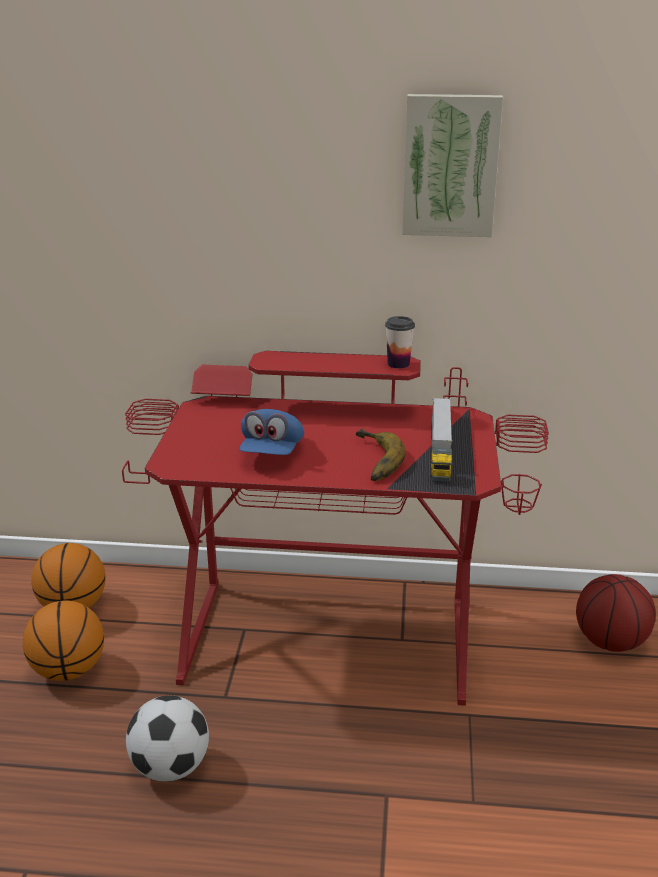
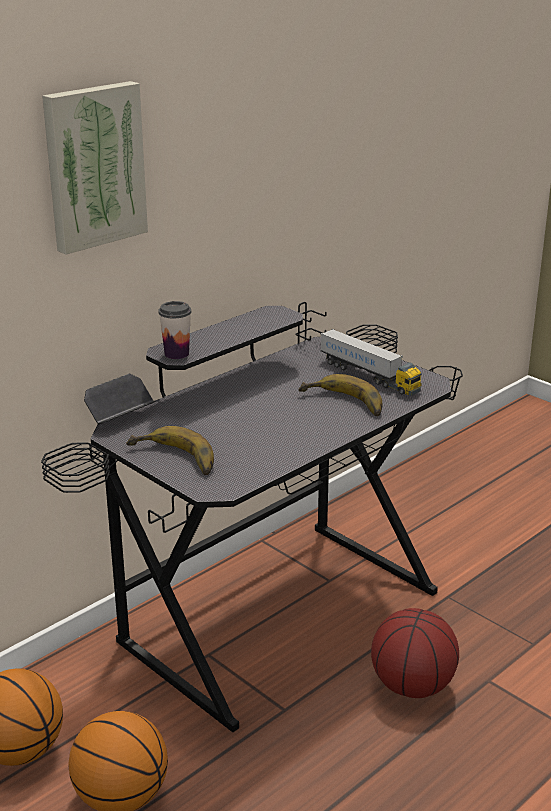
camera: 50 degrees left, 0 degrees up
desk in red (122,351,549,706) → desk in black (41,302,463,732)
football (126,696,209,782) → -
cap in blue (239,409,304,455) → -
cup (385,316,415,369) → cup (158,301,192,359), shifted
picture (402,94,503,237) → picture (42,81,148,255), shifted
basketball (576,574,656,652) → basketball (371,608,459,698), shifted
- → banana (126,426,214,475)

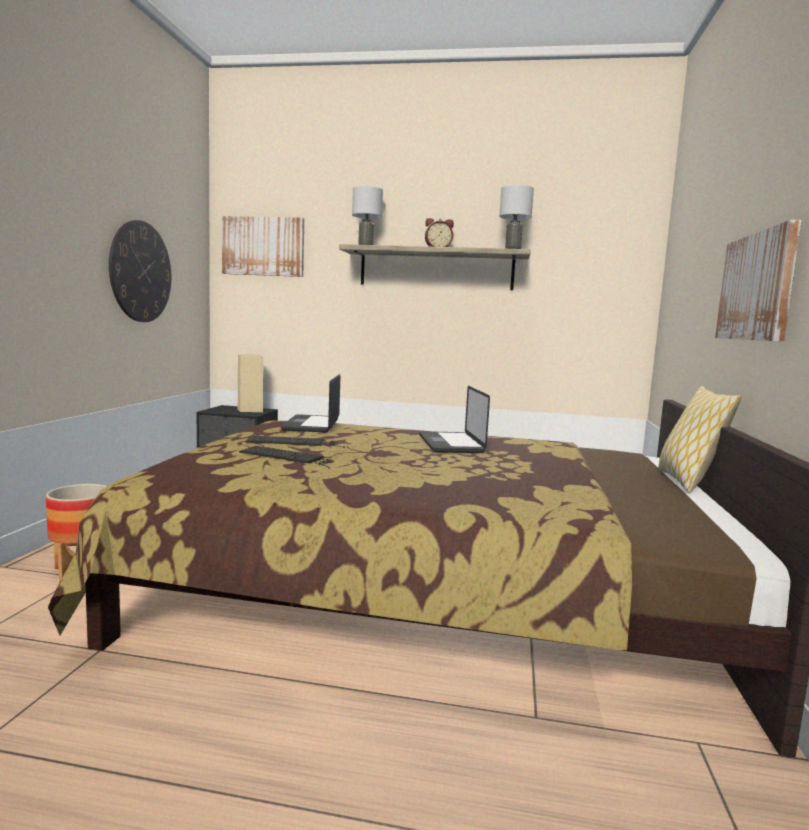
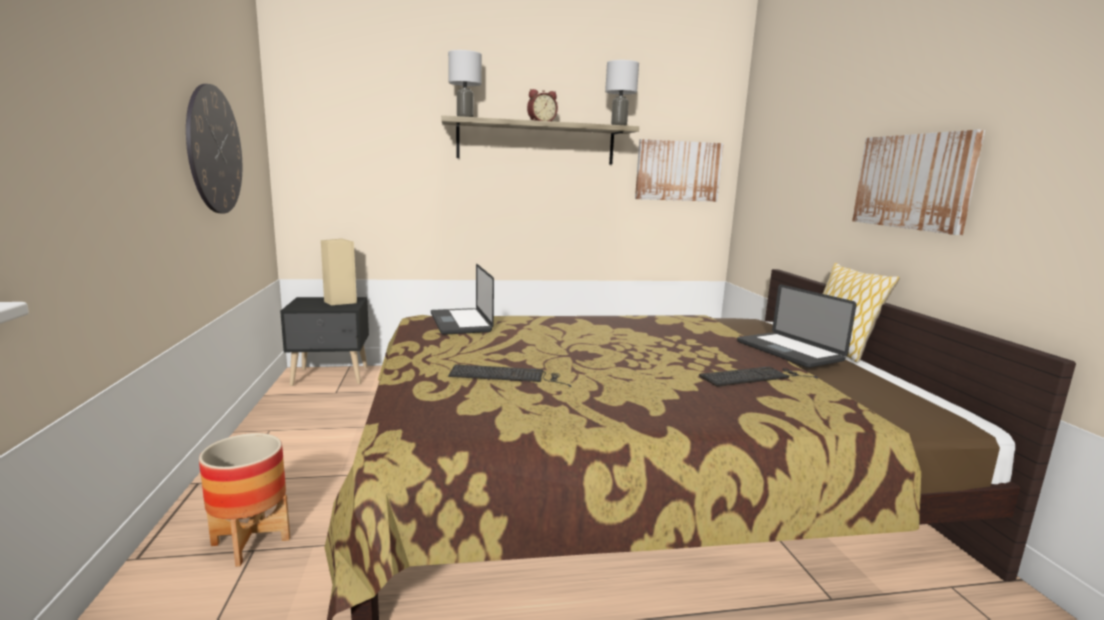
camera: 20 degrees left, 5 degrees up
picture (222,216,304,277) → picture (635,139,724,202), shifted
keyboard (245,436,345,448) → keyboard (699,366,818,387), shifted
laptop (419,386,490,453) → laptop (737,284,857,368), shifted

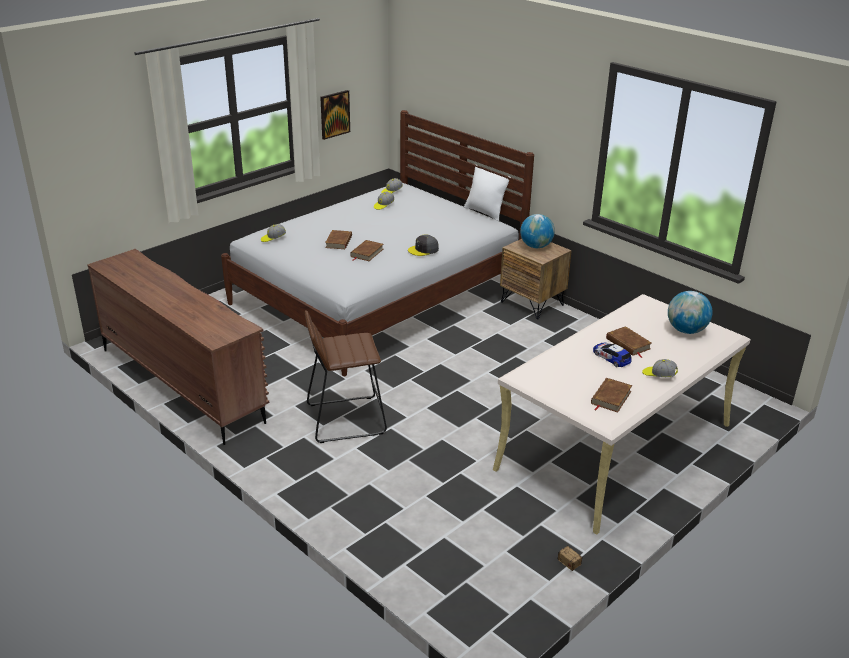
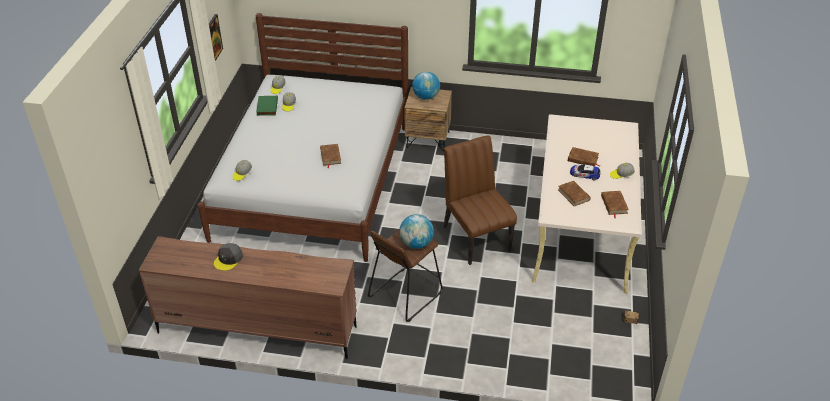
camera: 35 degrees left, 10 degrees up
book in brown (325,230,352,249) → book in brown (558,180,591,206), shifted
cap in grey (408,234,439,256) → cap in grey (214,243,243,271), shifted
pillow in white (464,165,511,221) → -
globe (668,291,712,334) → globe (399,214,434,249), shifted
- → book in green (256,95,278,116)
- → chair in brown (443,136,517,265)

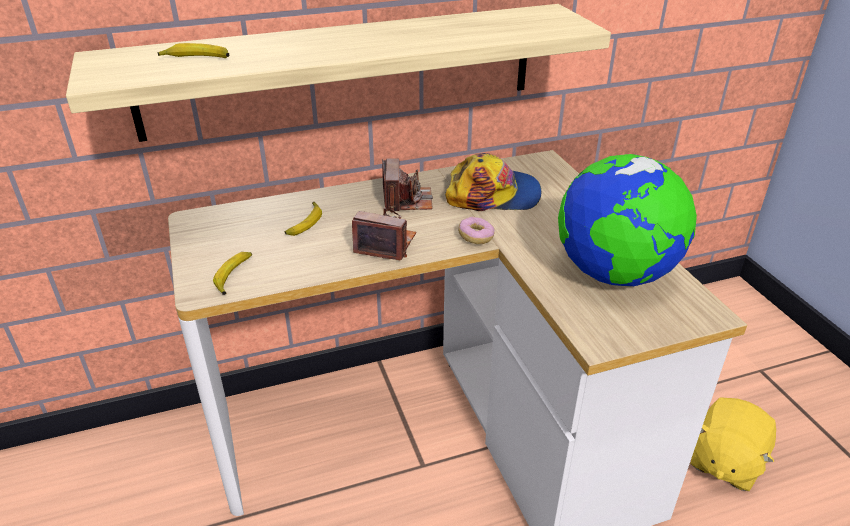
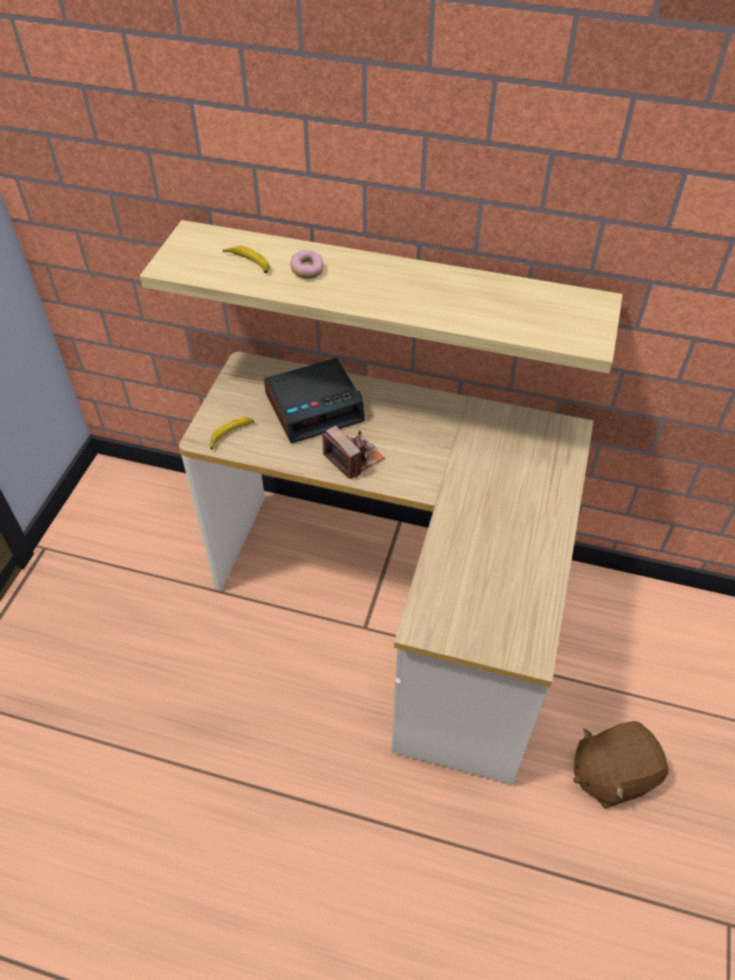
camera: 35 degrees right, 15 degrees up
banana (285,202,322,236) → alarm clock (264,358,365,443)
photo camera (382,158,433,213) → -
cap (445,153,541,211) → -
donut (458,217,495,244) → donut (290,250,324,279), shifted
globe (558,154,697,286) → -
plush toy in yellow (690,397,776,491) → plush toy in brown (573,721,669,809)

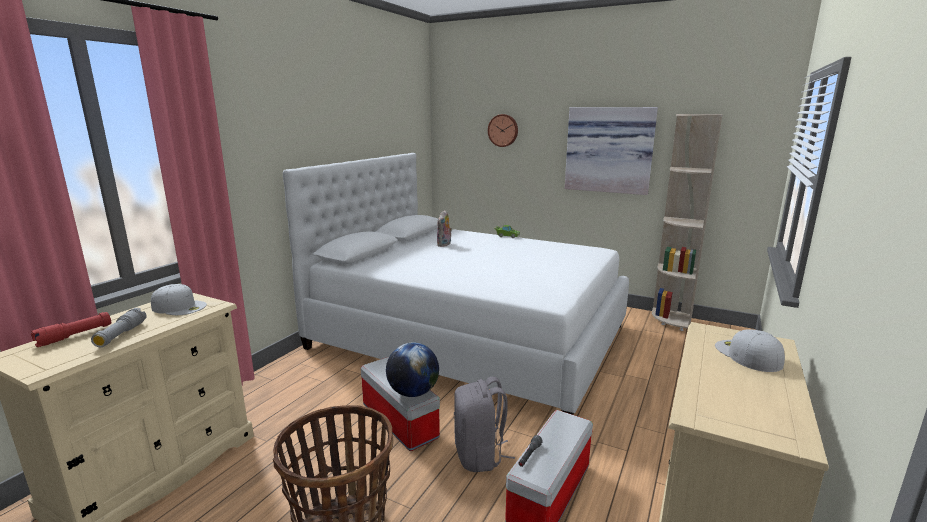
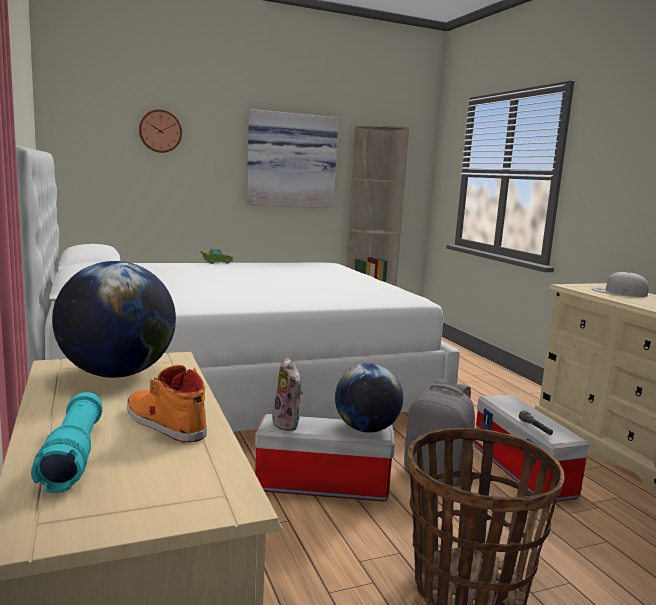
camera: 50 degrees left, 5 degrees down
flashlight in red (31,312,111,347) → flashlight in turquoise (31,392,103,493)
flashlight in grey (91,308,146,347) → shoe in orange (127,365,207,442)
cap in white (151,284,207,315) → globe (52,261,176,378)
plush toy (437,210,452,247) → plush toy (272,358,303,431), shifted

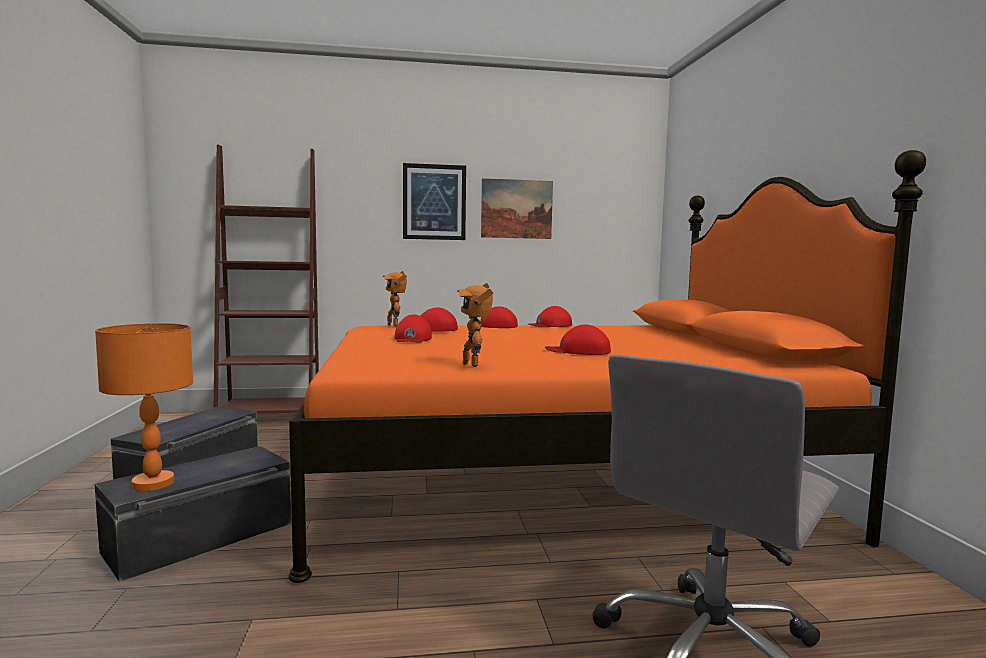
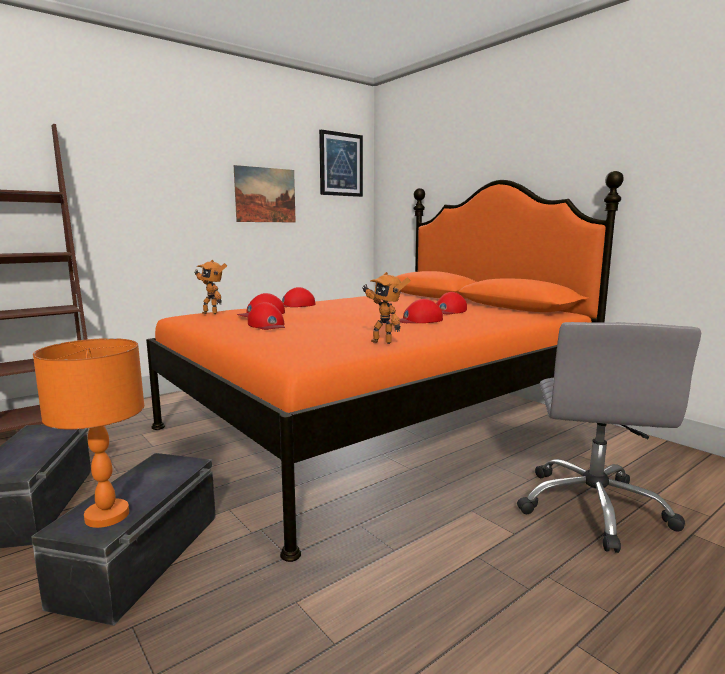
camera: 30 degrees left, 5 degrees up
picture (403,163,466,240) → picture (319,130,363,197), shifted
cap in red (528,306,572,327) → cap in red (436,292,467,315), shifted

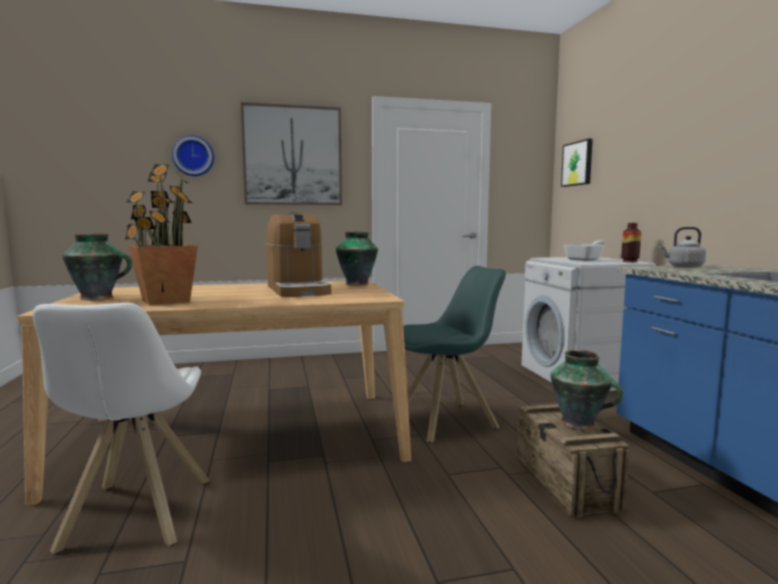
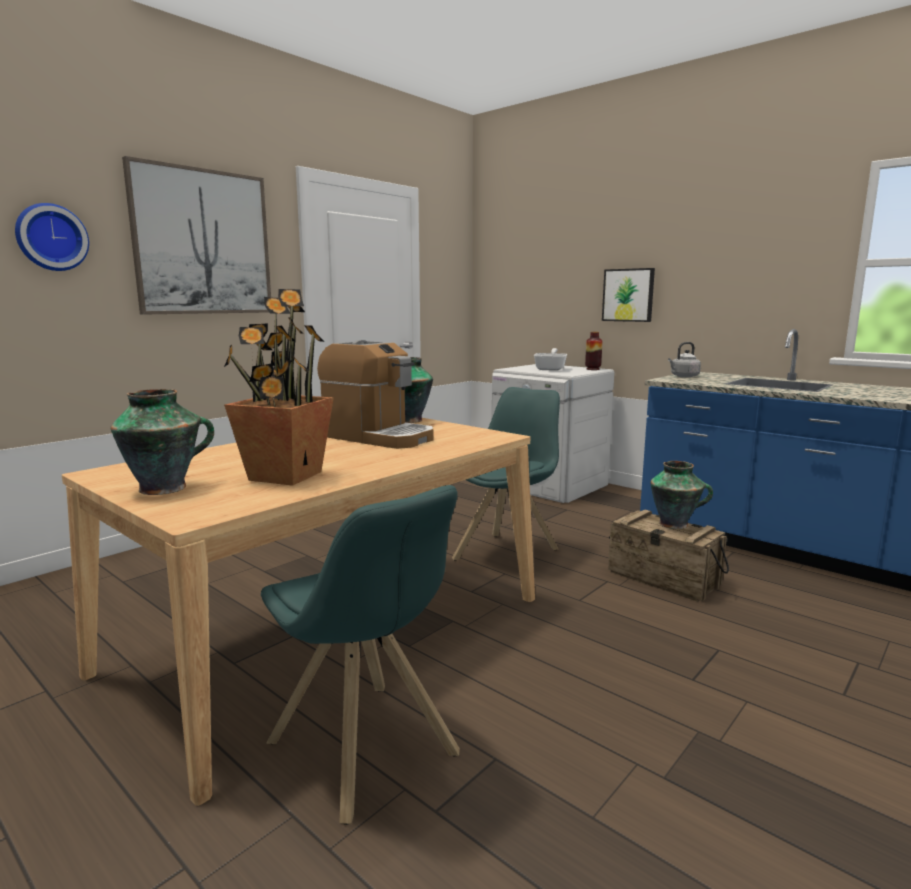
camera: 35 degrees left, 5 degrees up
chair in white (33,303,210,554) → chair in turquoise (261,485,460,825)
picture (561,139,593,187) → picture (602,268,655,322), shifted

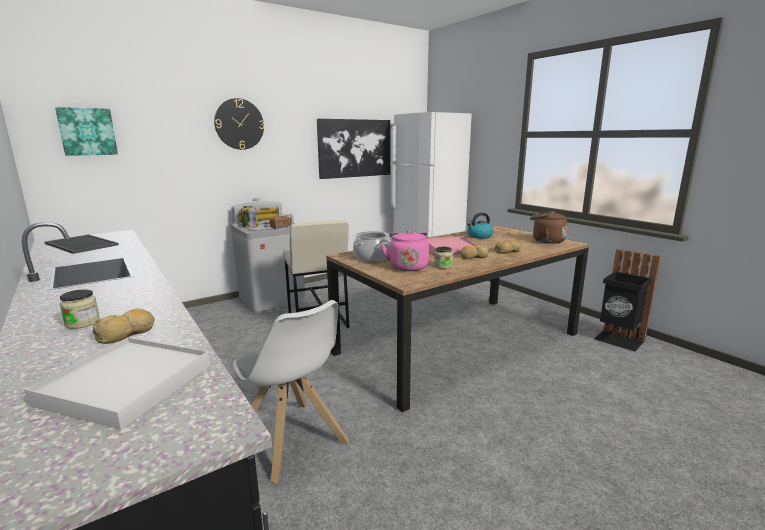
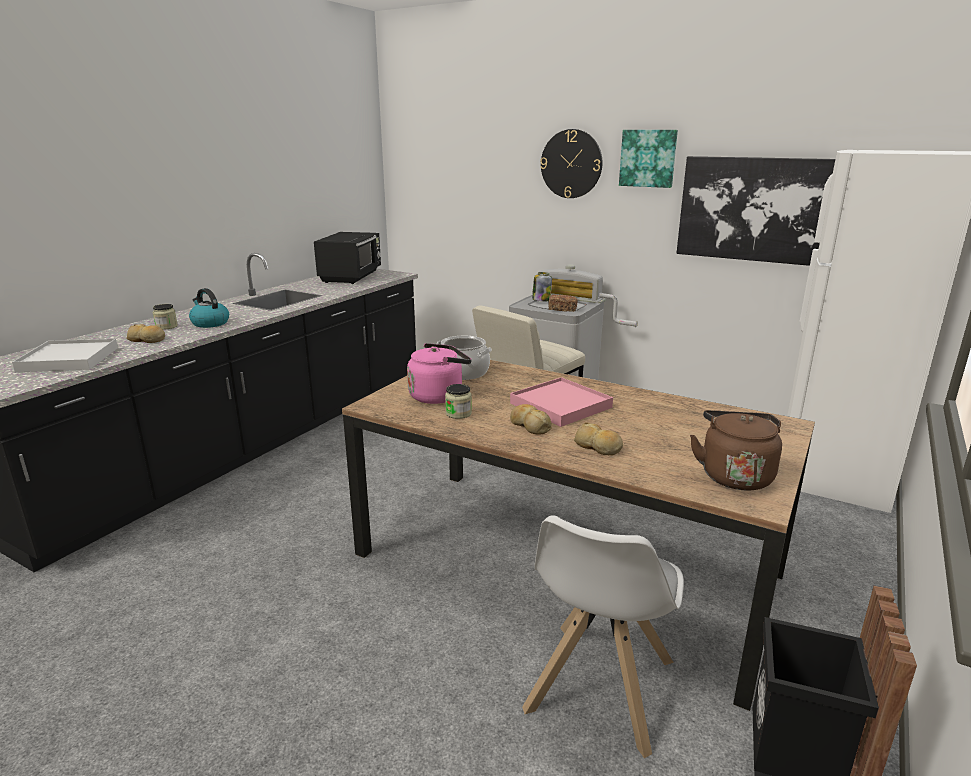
camera: 65 degrees right, 5 degrees up
tray (45,234,119,254) → microwave in black (314,232,381,284)
picture (55,107,118,156) → picture (619,130,678,188), shifted
chair (233,300,349,484) → chair (522,515,684,758), shifted
kettle (467,212,493,239) → kettle (189,288,229,328), shifted

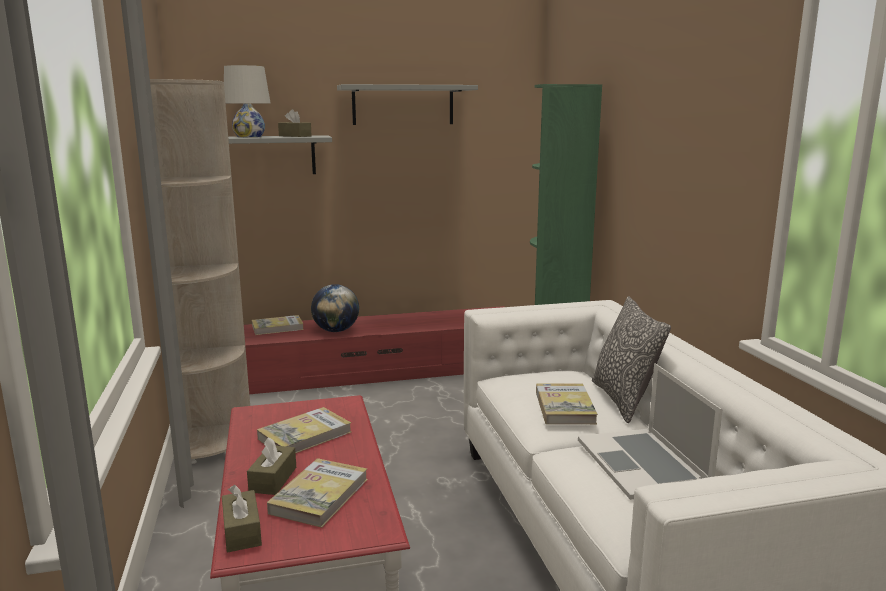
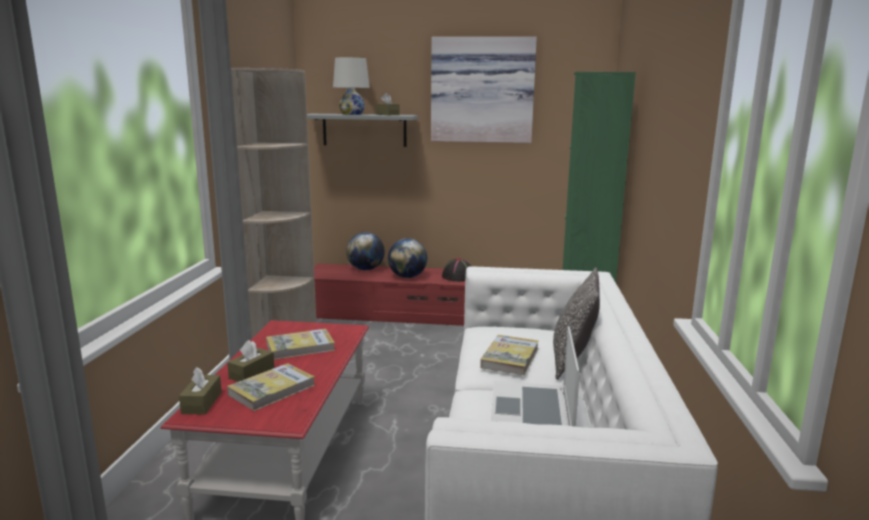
camera: 20 degrees right, 0 degrees up
book (252,315,304,335) → globe (346,232,385,270)
shelf in grey (337,84,478,125) → picture (431,37,537,143)
- → hat in black (442,258,471,282)

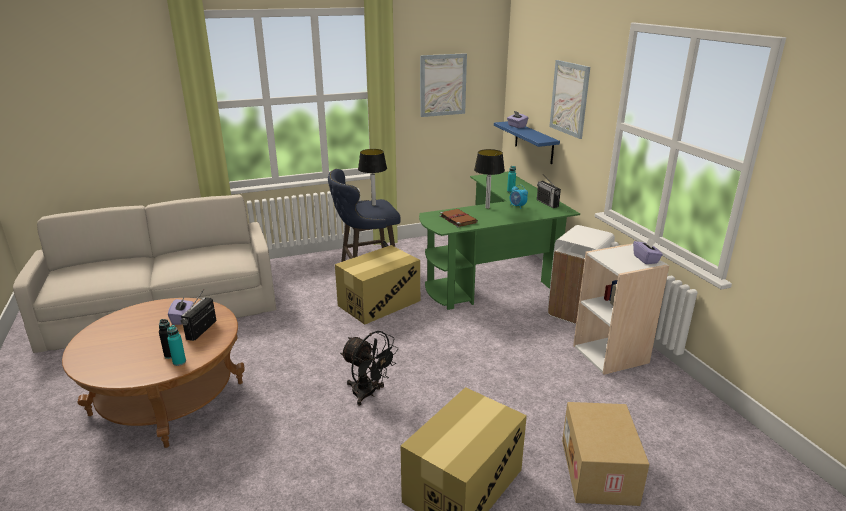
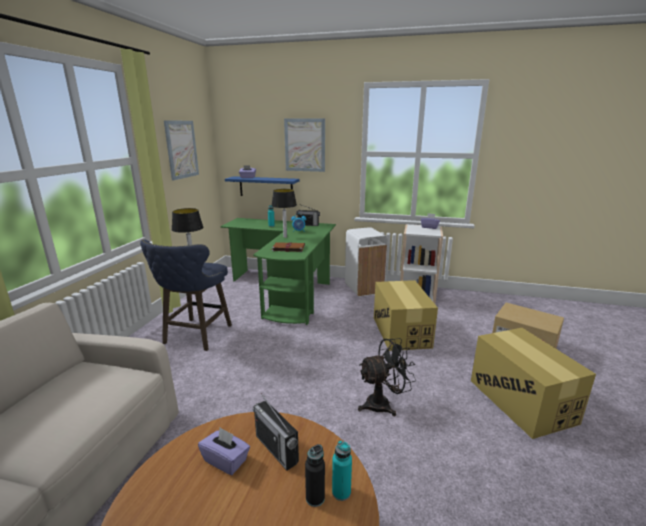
camera: 55 degrees left, 5 degrees down
cardboard box (335,245,420,325) → cardboard box (374,280,438,351), shifted

